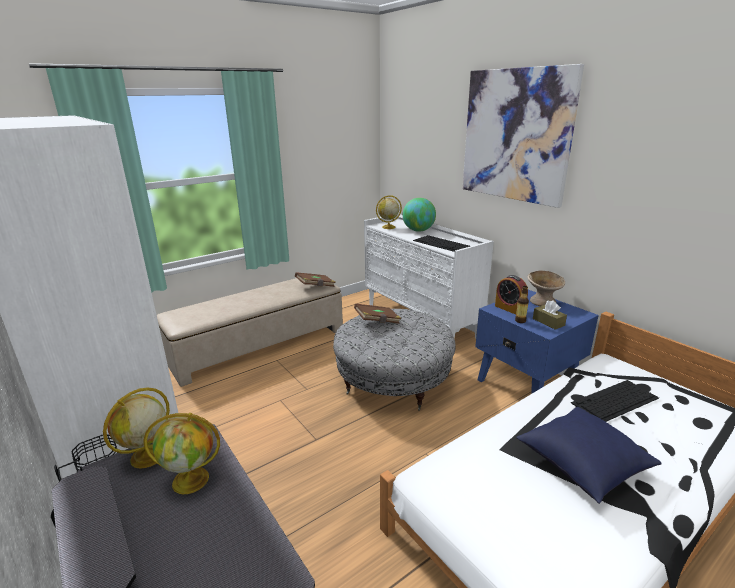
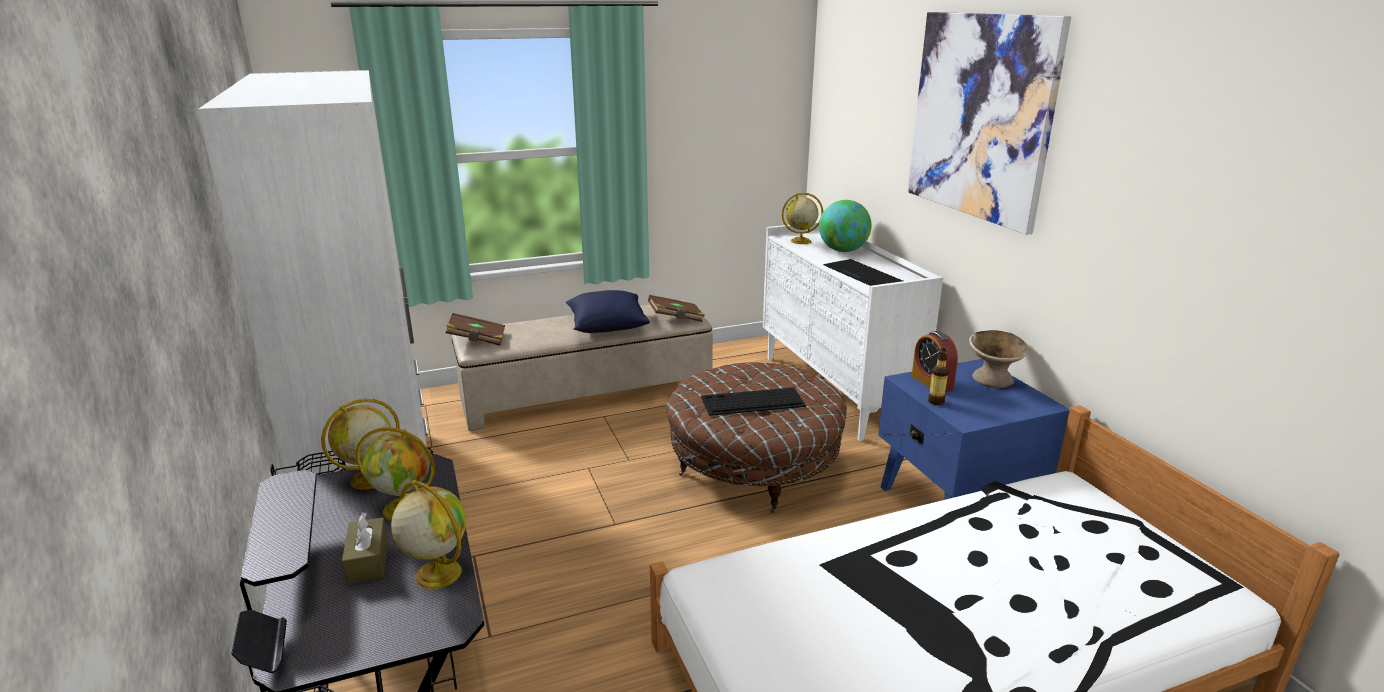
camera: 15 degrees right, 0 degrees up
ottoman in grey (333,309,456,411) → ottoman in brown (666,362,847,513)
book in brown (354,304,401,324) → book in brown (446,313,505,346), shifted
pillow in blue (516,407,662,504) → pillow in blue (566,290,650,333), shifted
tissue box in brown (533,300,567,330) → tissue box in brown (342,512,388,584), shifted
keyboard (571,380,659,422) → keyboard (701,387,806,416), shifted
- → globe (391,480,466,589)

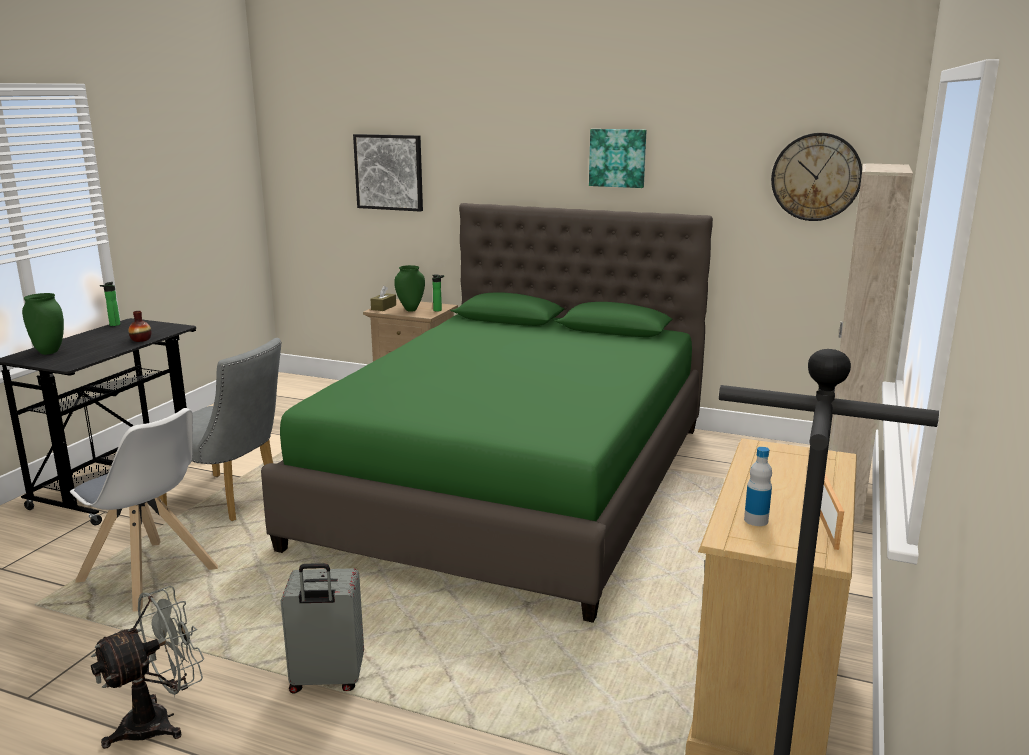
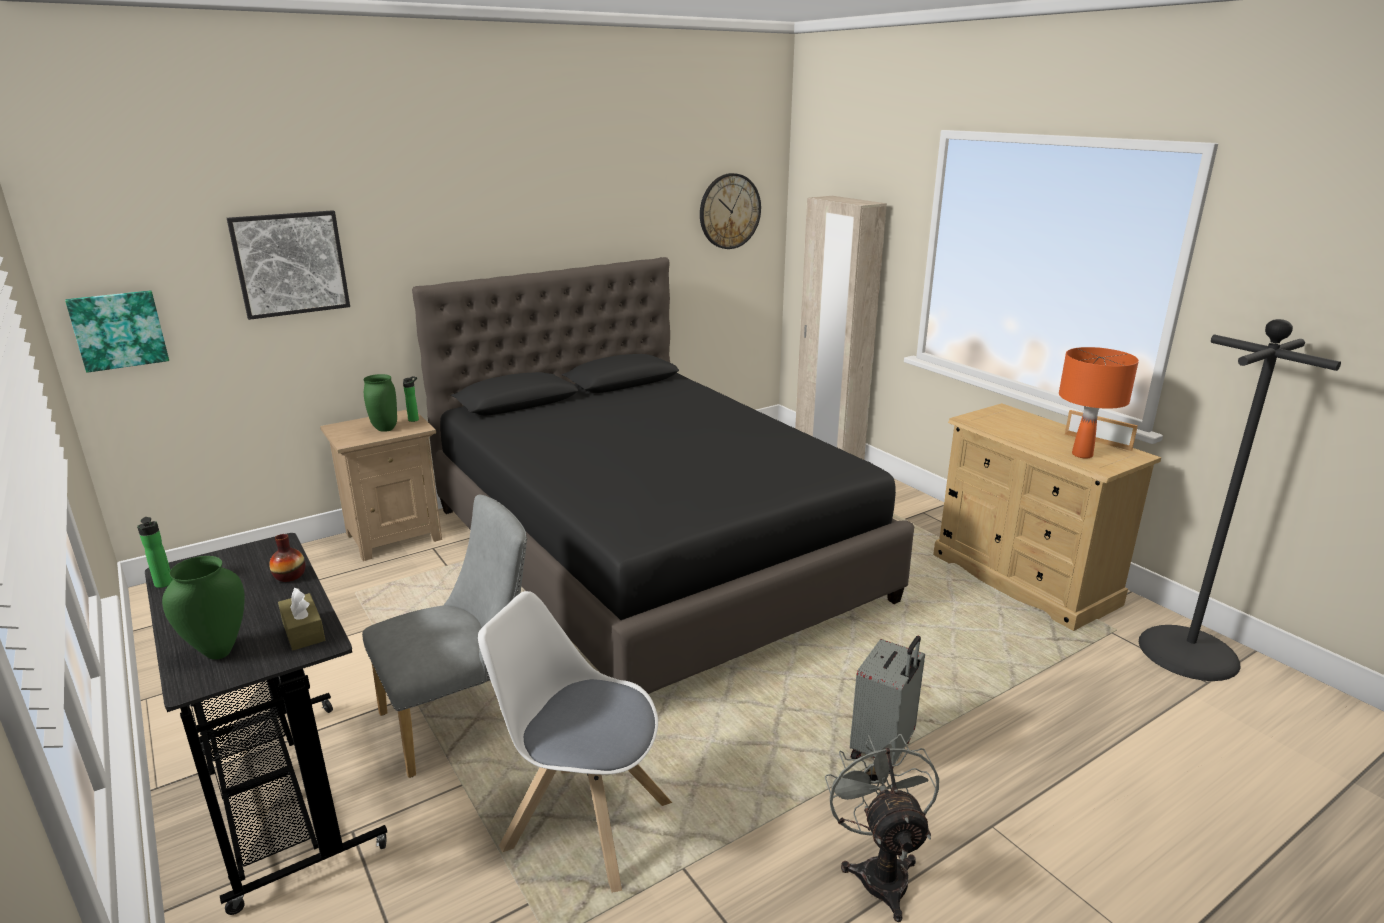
camera: 55 degrees left, 5 degrees up
chair (70,408,218,611) → chair (478,591,672,893), 135 degrees counterclockwise
bed in green (261,203,713,623) → bed in black (412,257,914,694)
tissue box in brown (371,286,396,311) → tissue box in brown (278,588,325,650), shifted
picture (589,129,647,188) → picture (65,290,169,373), shifted
bottle (744,447,772,526) → table lamp in orange (1059,347,1139,458)

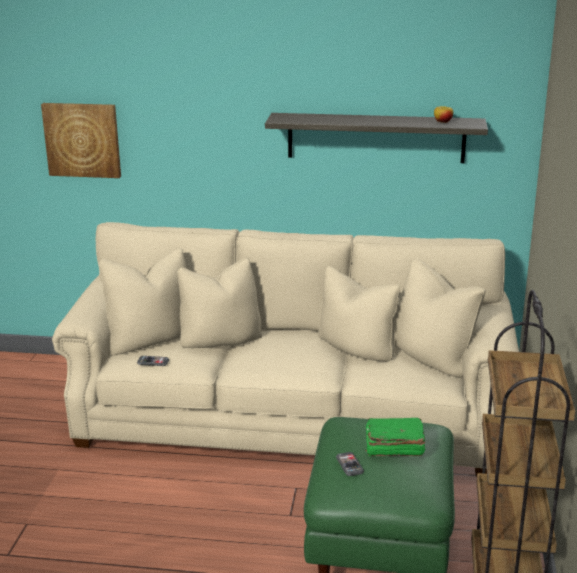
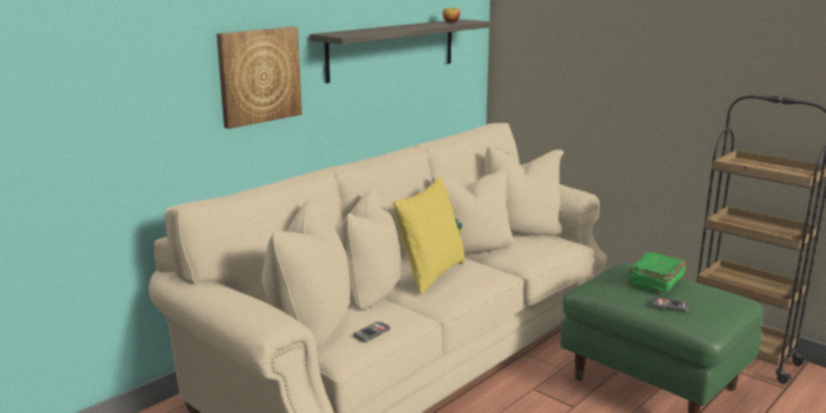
camera: 55 degrees left, 5 degrees down
picture (41,103,121,178) → picture (217,27,302,129), shifted
- → pillow in yellow (393,177,465,294)

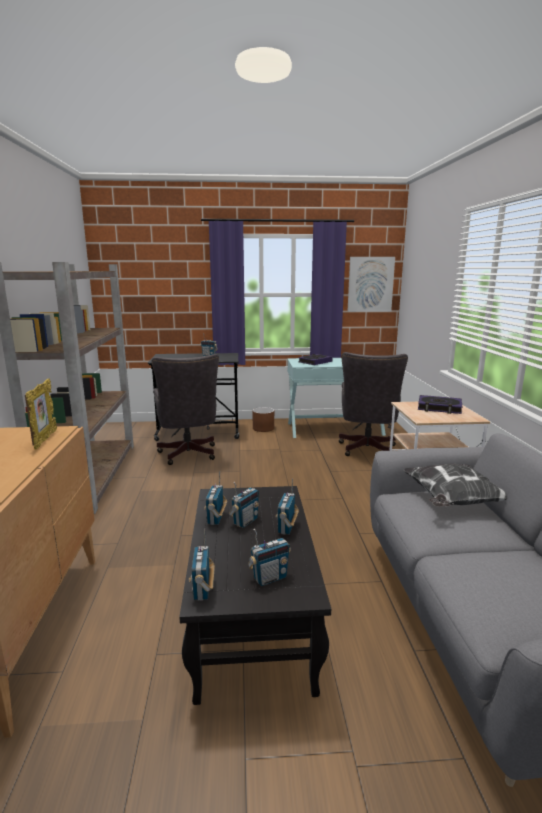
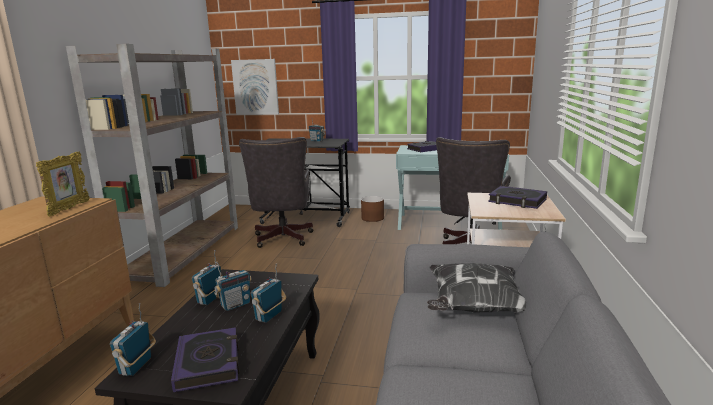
camera: 15 degrees right, 0 degrees up
radio (248,529,291,586) → book (171,327,239,393)
picture (347,257,395,312) → picture (231,59,279,115), shifted

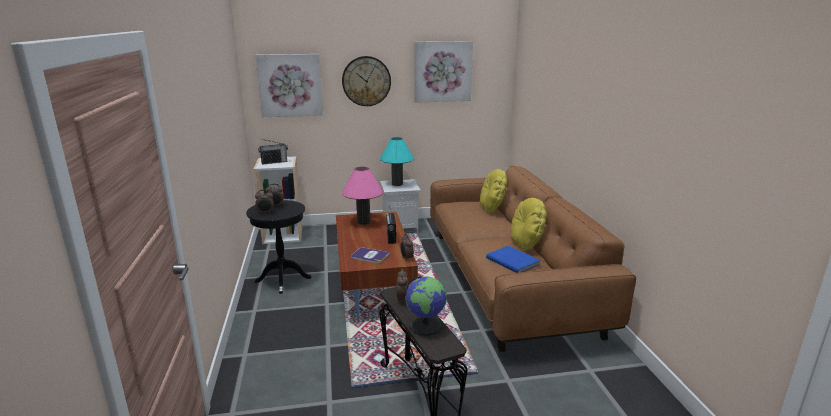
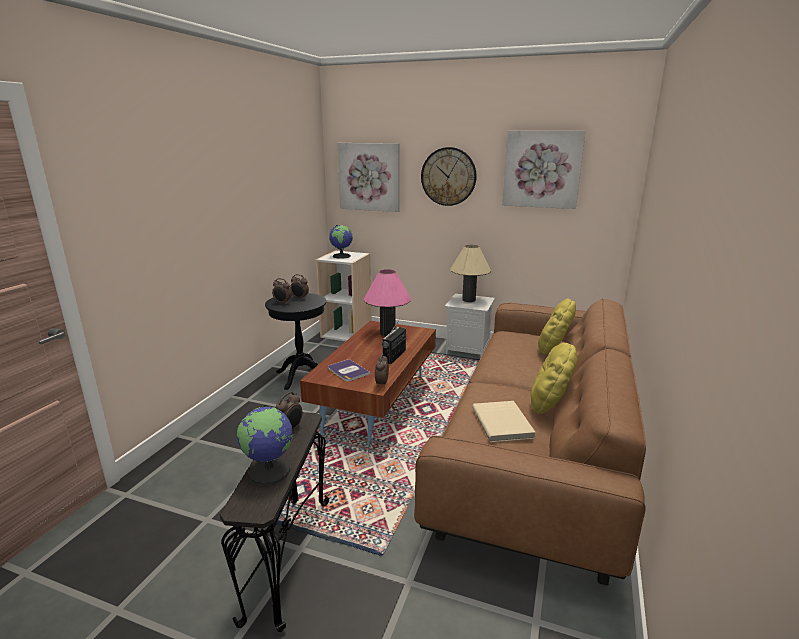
camera: 30 degrees right, 0 degrees up
radio (258,139,288,165) → globe (329,225,353,259)
table lamp in turquoise (380,137,414,186) → table lamp in beige (450,245,491,302)
book in blue (486,246,540,273) → book in beige (472,401,536,442)

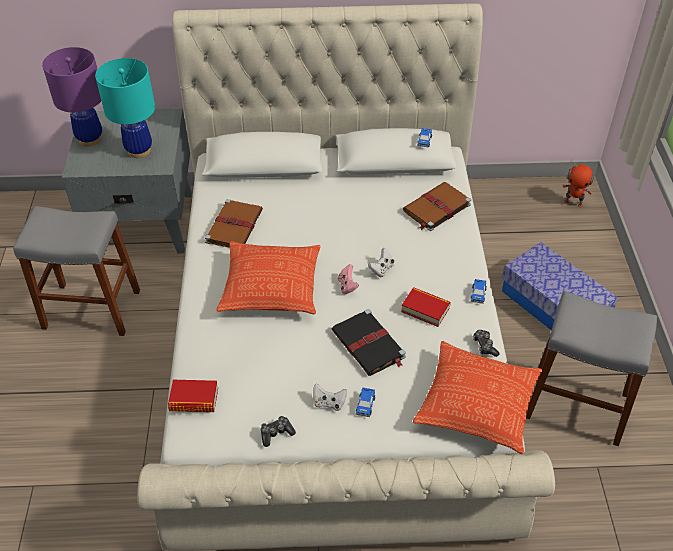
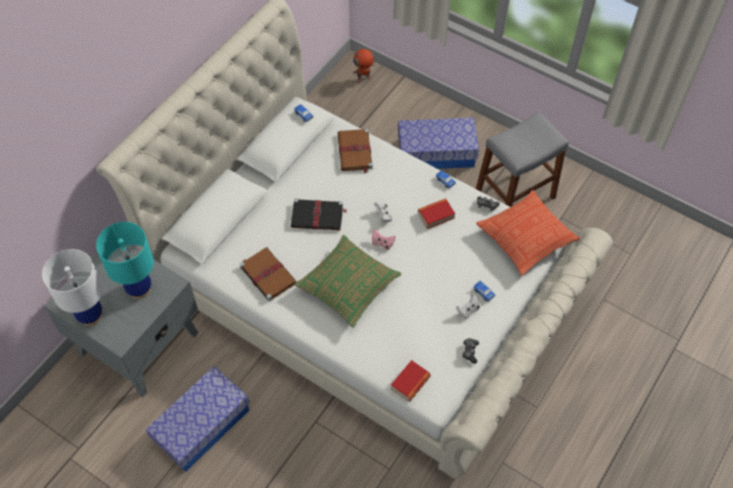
camera: 55 degrees left, 10 degrees up
stool in grey (13,206,140,336) → storage box (145,366,250,472)
table lamp in purple (42,47,102,146) → table lamp in white (42,249,103,326)
pillow in orange (216,241,321,314) → pillow in green (294,235,401,328)
book in black (332,309,406,376) → book in black (291,198,347,231), shifted

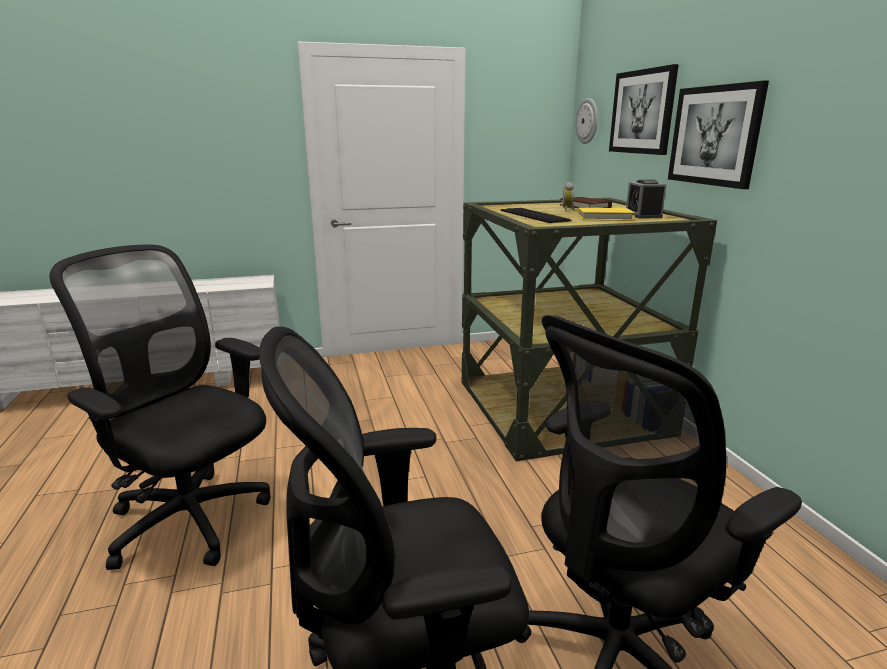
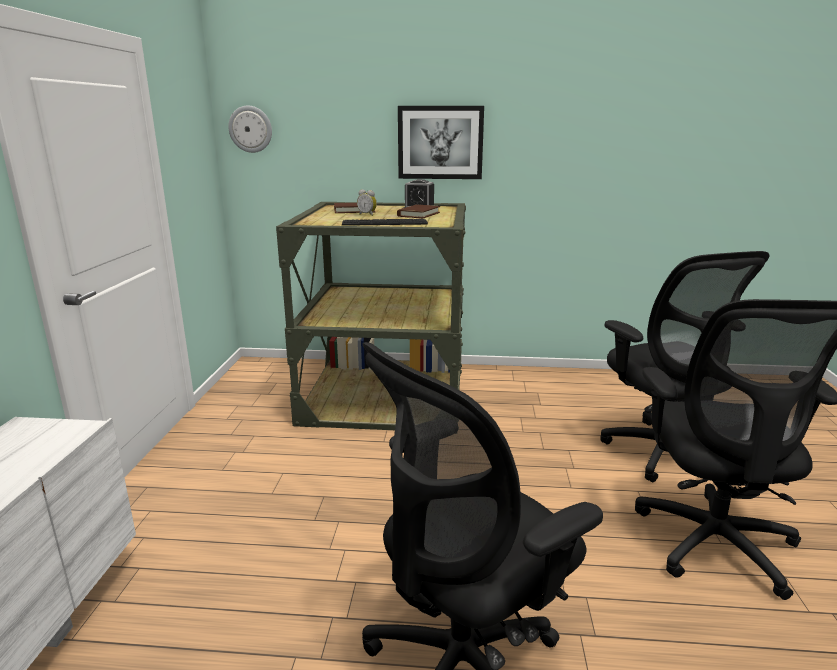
camera: 70 degrees left, 0 degrees up
book in yellow (578,208,634,221) → book in brown (397,205,440,218)
picture (609,64,679,155) → -

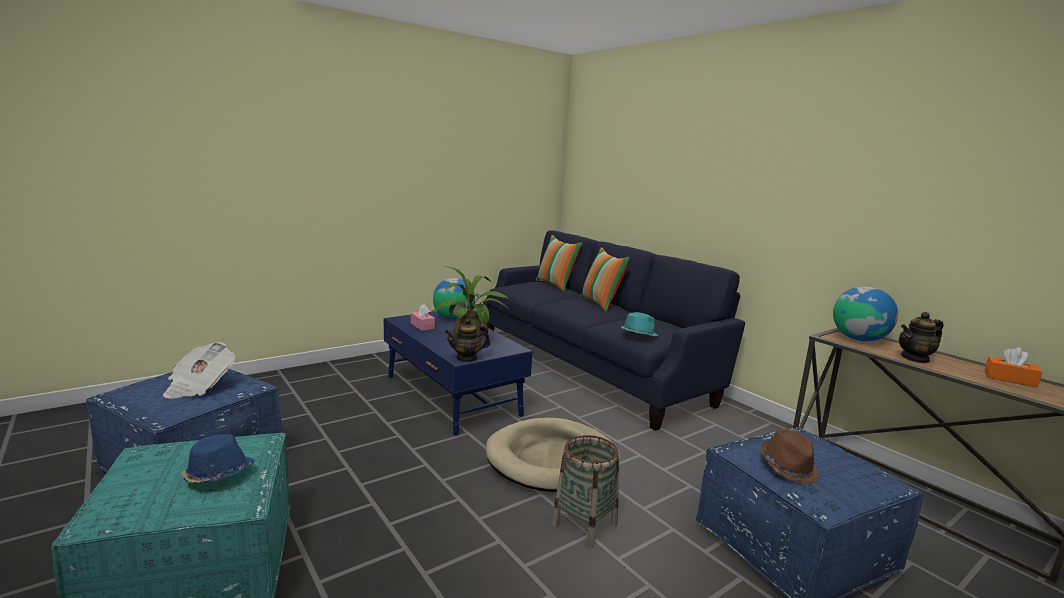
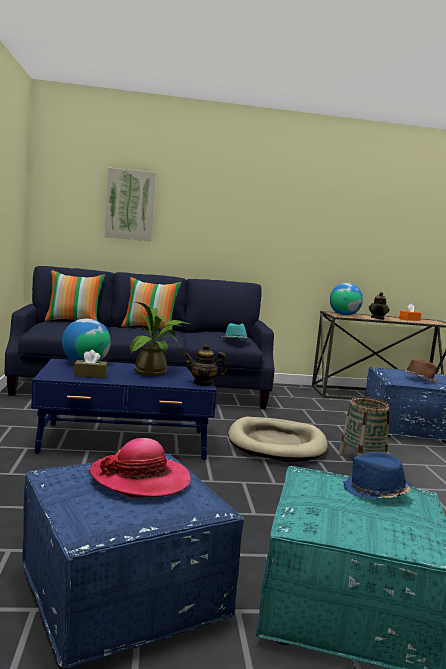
camera: 60 degrees left, 5 degrees down
newspaper (163,342,235,399) → hat (88,438,191,498)
tissue box in pink (411,304,435,331) → tissue box in brown (74,350,107,378)
teapot (445,318,490,362) → teapot (184,344,227,386), 75 degrees clockwise
- → picture (105,168,156,241)

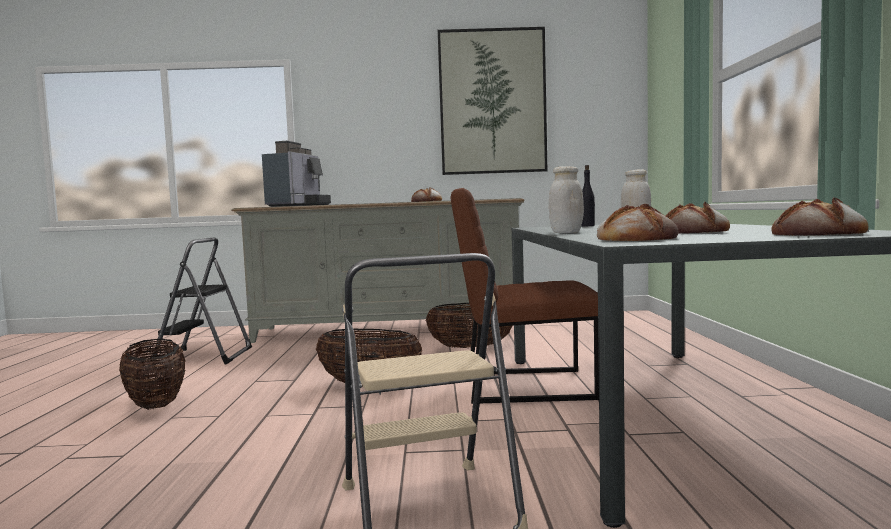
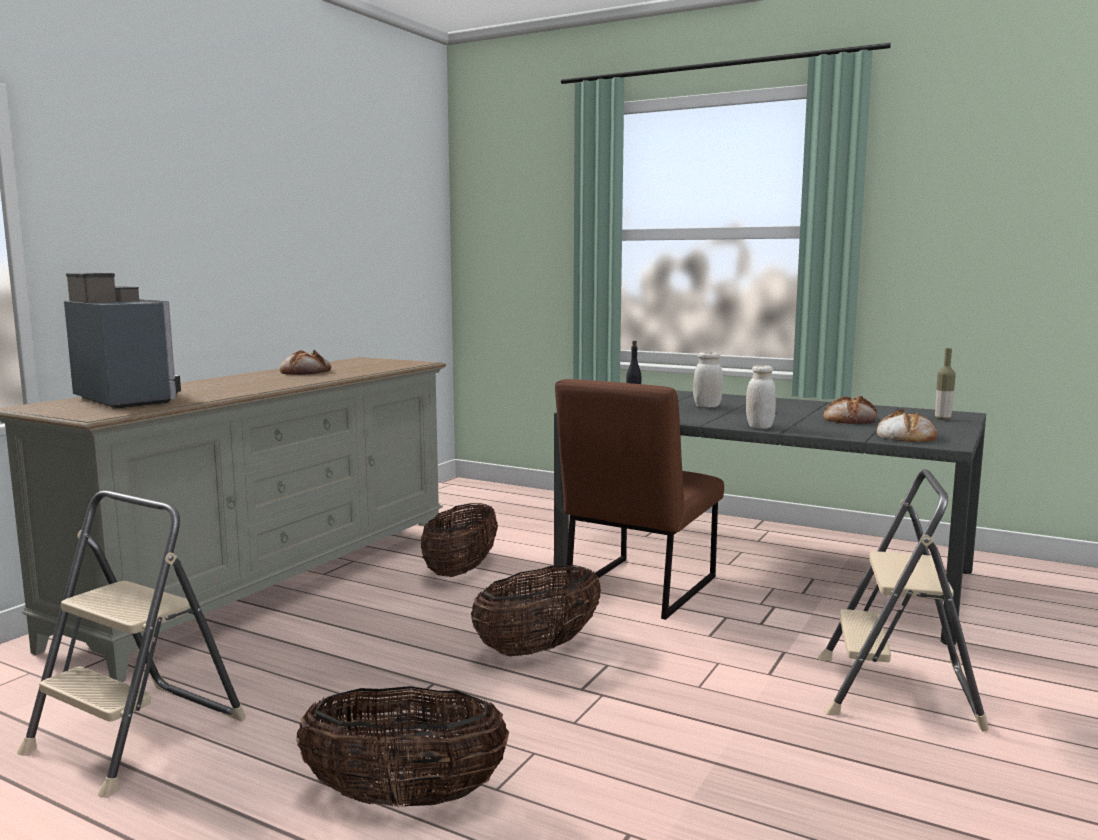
camera: 60 degrees left, 5 degrees up
step ladder in black (148,238,252,366) → step ladder in beige (17,491,246,797)
picture (438,27,548,175) → -
bread (771,197,869,236) → bottle (935,348,956,420)

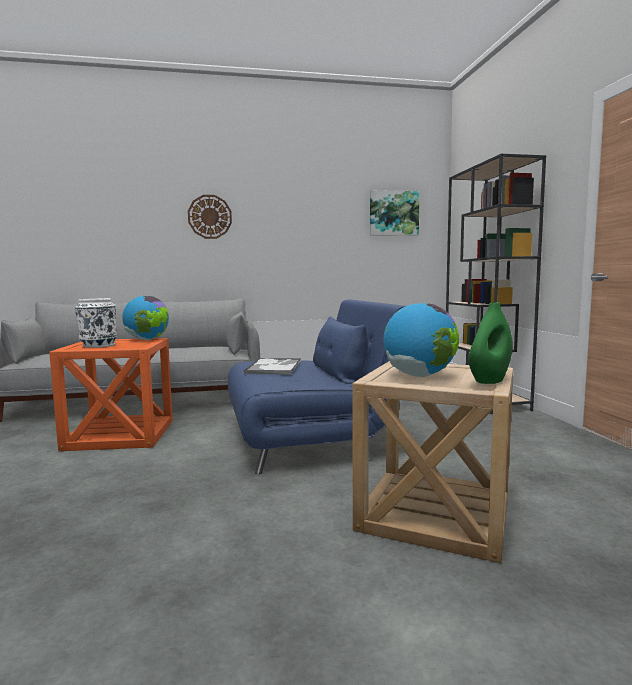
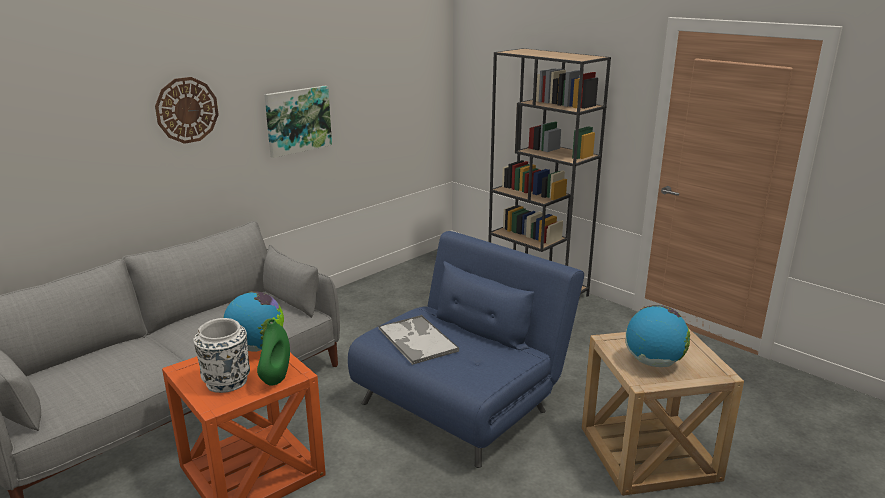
camera: 35 degrees left, 15 degrees up
picture (370,190,420,236) → picture (264,86,332,158), shifted
vase in green (468,302,513,384) → vase in green (257,319,290,386), shifted

